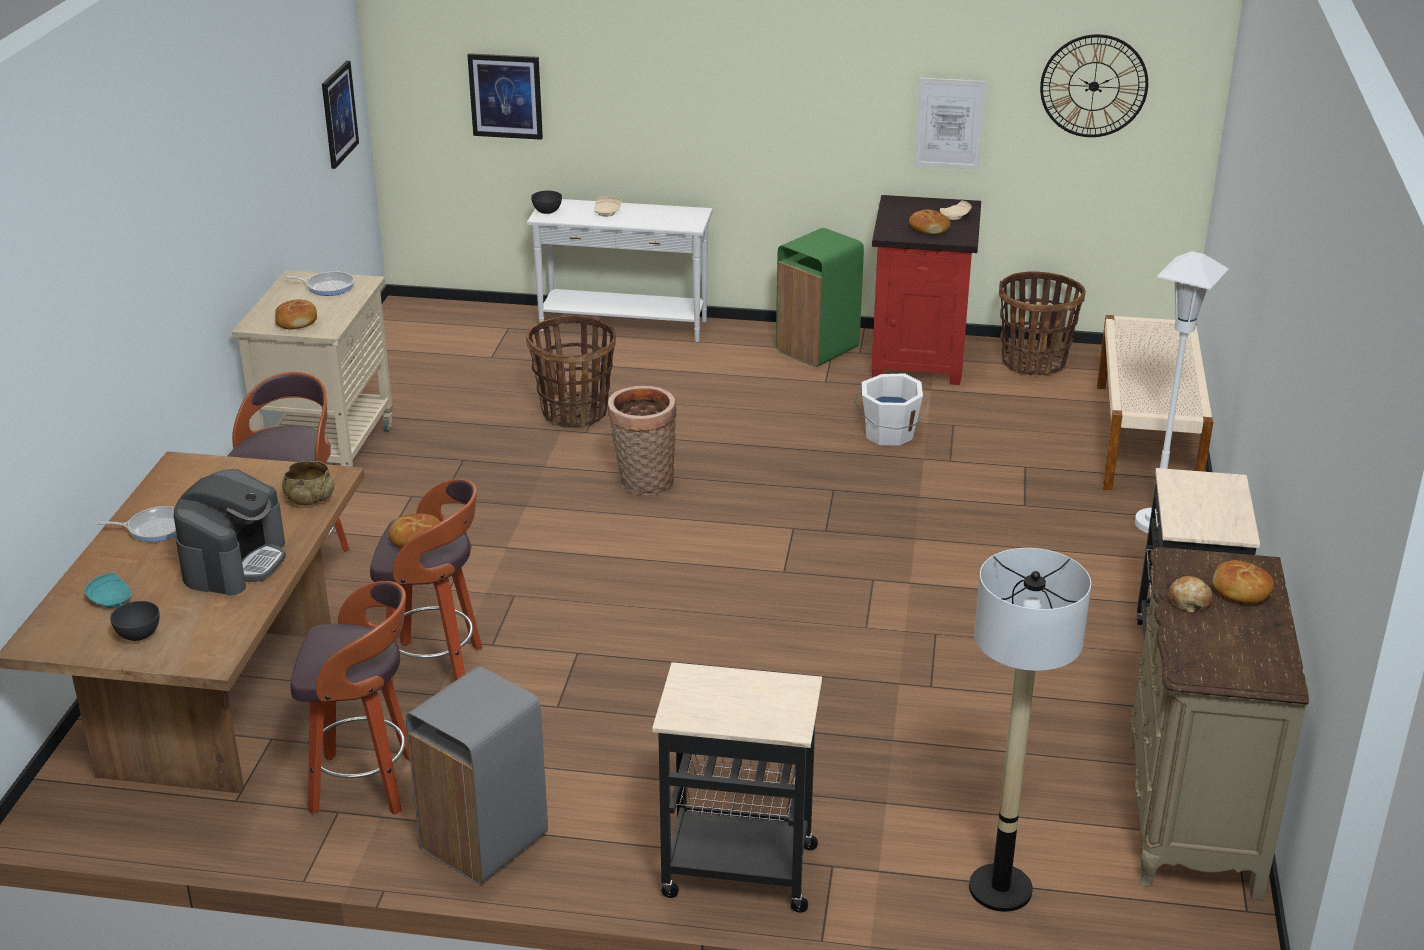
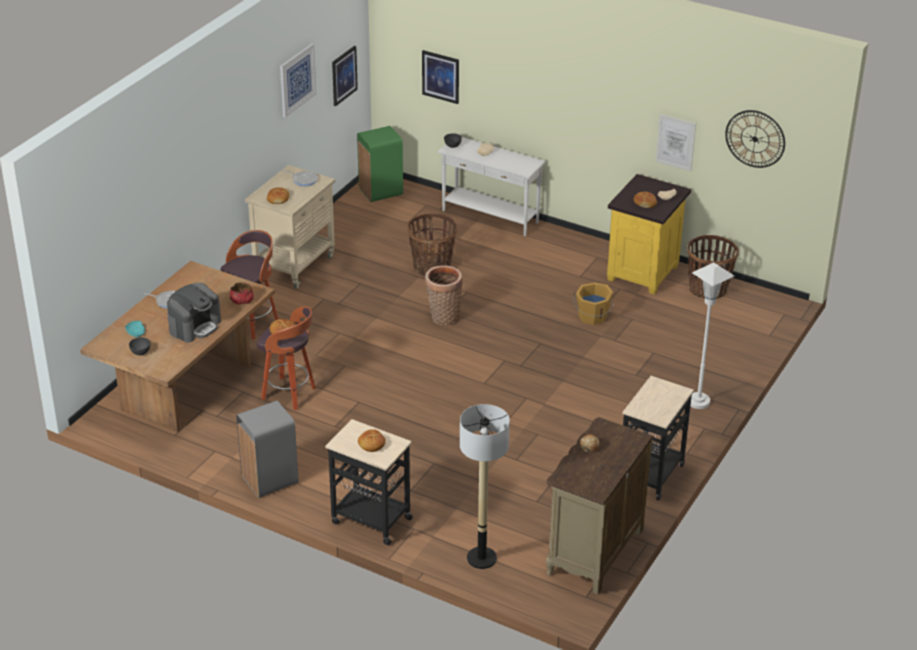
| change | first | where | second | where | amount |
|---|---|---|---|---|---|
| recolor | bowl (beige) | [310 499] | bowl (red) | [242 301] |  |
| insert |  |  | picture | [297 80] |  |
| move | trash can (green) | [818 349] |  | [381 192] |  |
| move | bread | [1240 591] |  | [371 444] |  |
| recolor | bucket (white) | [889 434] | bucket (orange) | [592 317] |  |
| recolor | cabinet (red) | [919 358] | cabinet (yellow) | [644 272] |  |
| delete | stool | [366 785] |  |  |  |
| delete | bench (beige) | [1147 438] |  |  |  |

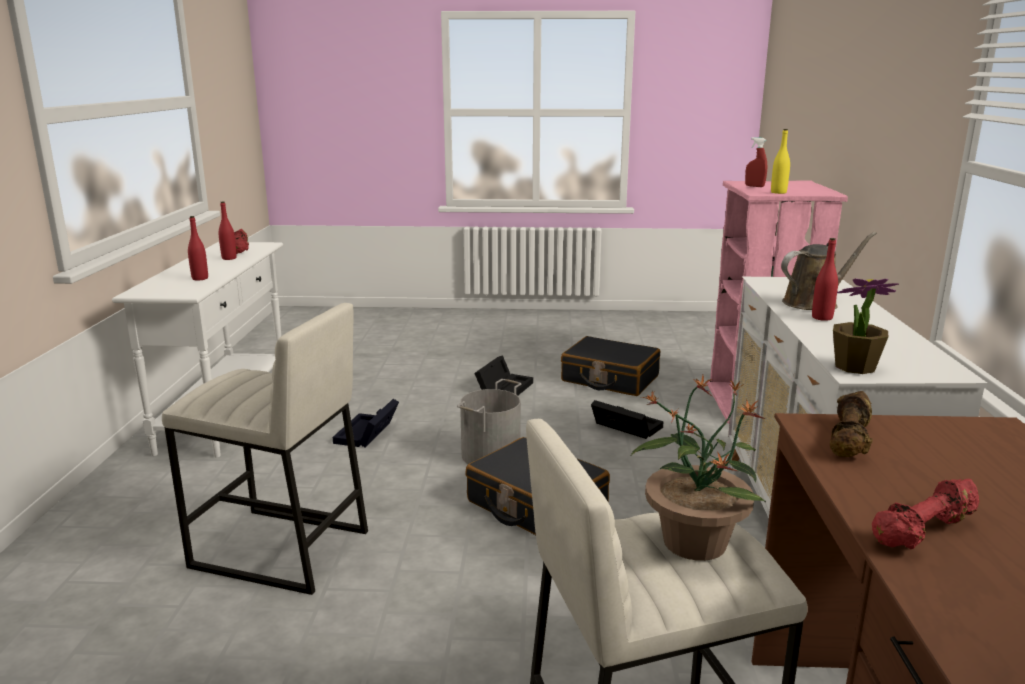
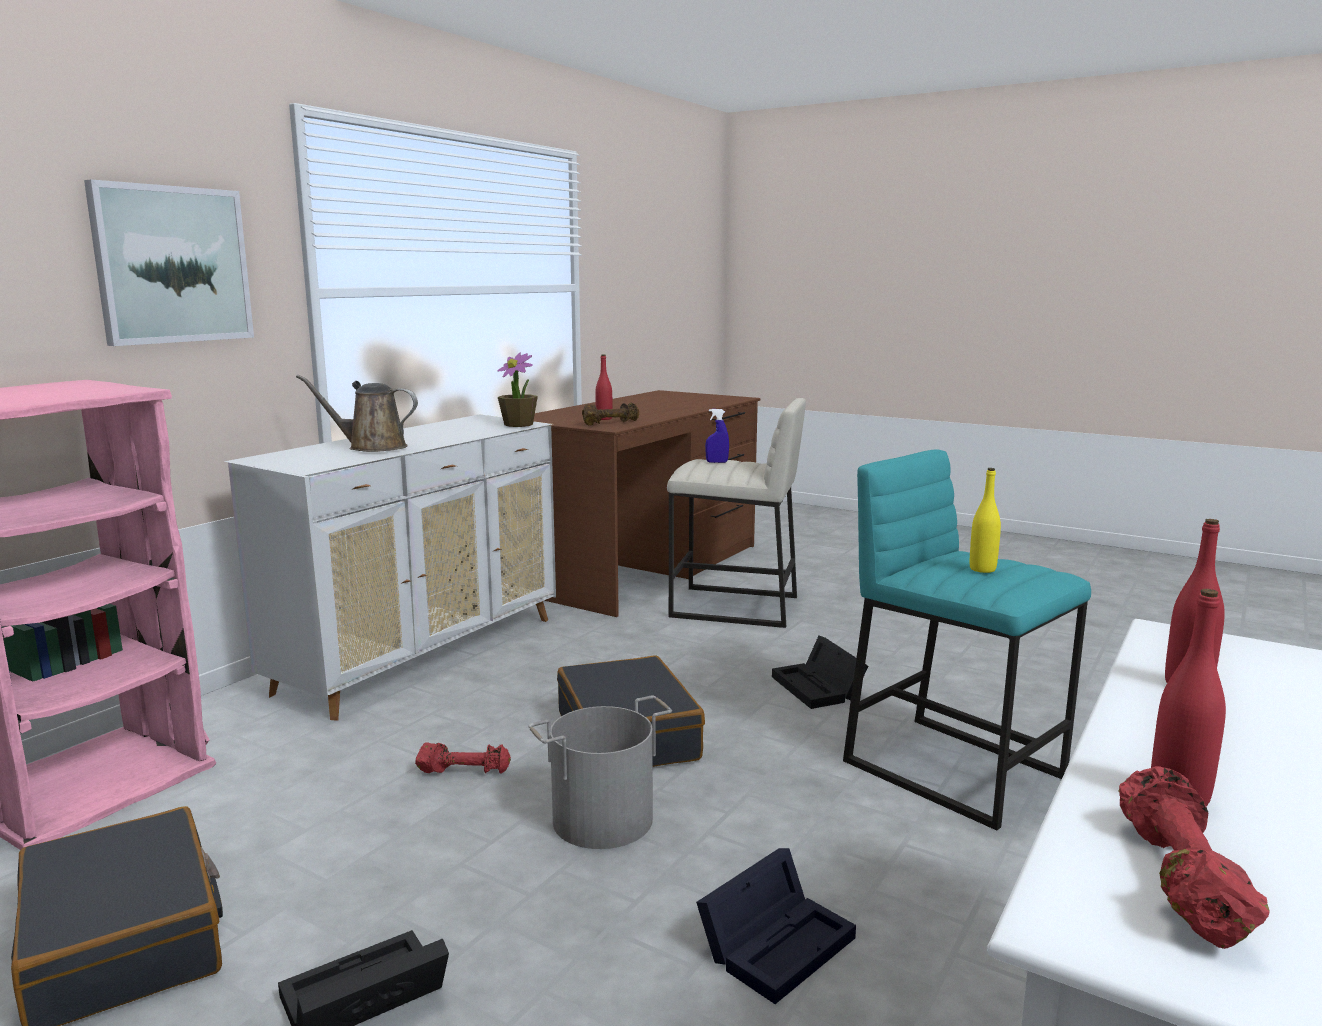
| change | first | where | second | where | amount |
|---|---|---|---|---|---|
| insert |  |  | picture | [172 265] |  |
| move | dumbbell (red) | [924 532] |  | [464 771] |  |
| move | bottle (red) | [822 318] |  | [604 418] |  |
| replace | potted plant | [694 541] | spray bottle (blue) | [717 462] |  |
| move | storage box (black) | [624 427] |  | [819 688] |  |
| recolor | stool (beige) | [281 549] | stool (turquoise) | [953 768] |  |
| move | bottle (yellow) | [778 192] |  | [982 569] |  |
| delete | spray bottle (red) | [754 186] |  |  |  |

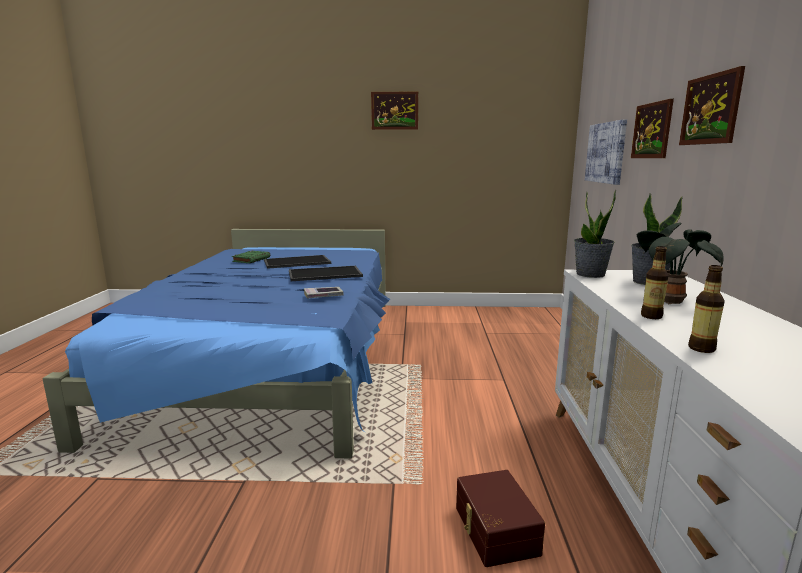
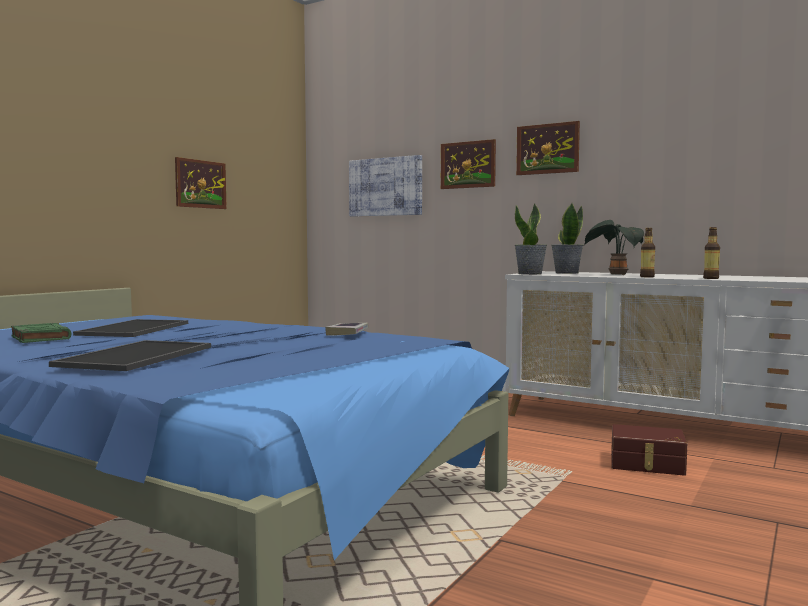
| change | first | where | second | where | amount |
|---|---|---|---|---|---|
| move | tray | [324 274] |  | [138 356] |  |
| move | picture | [394 110] |  | [200 184] |  |

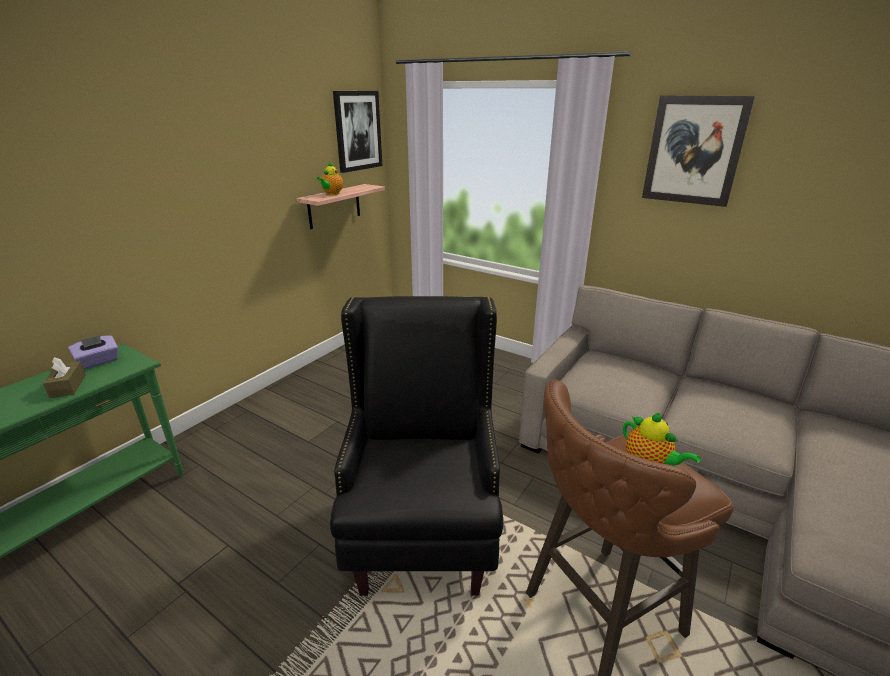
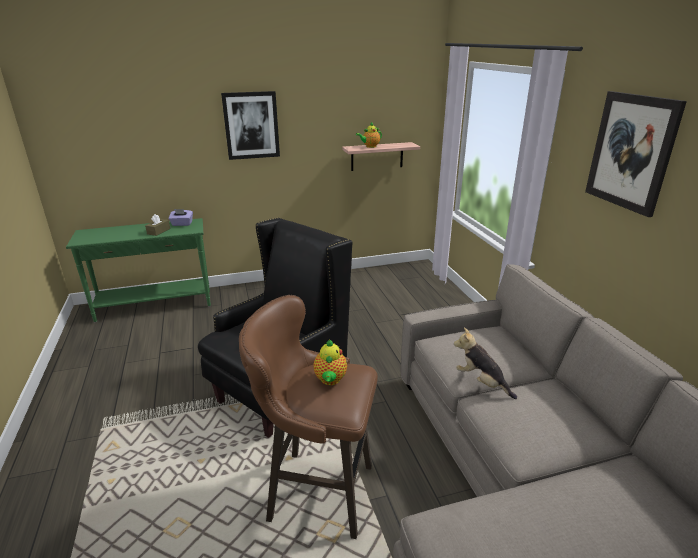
| change | first | where | second | where | amount |
|---|---|---|---|---|---|
| move | picture | [357 131] |  | [251 125] |  |
| insert |  |  | plush toy | [481 382] |  |

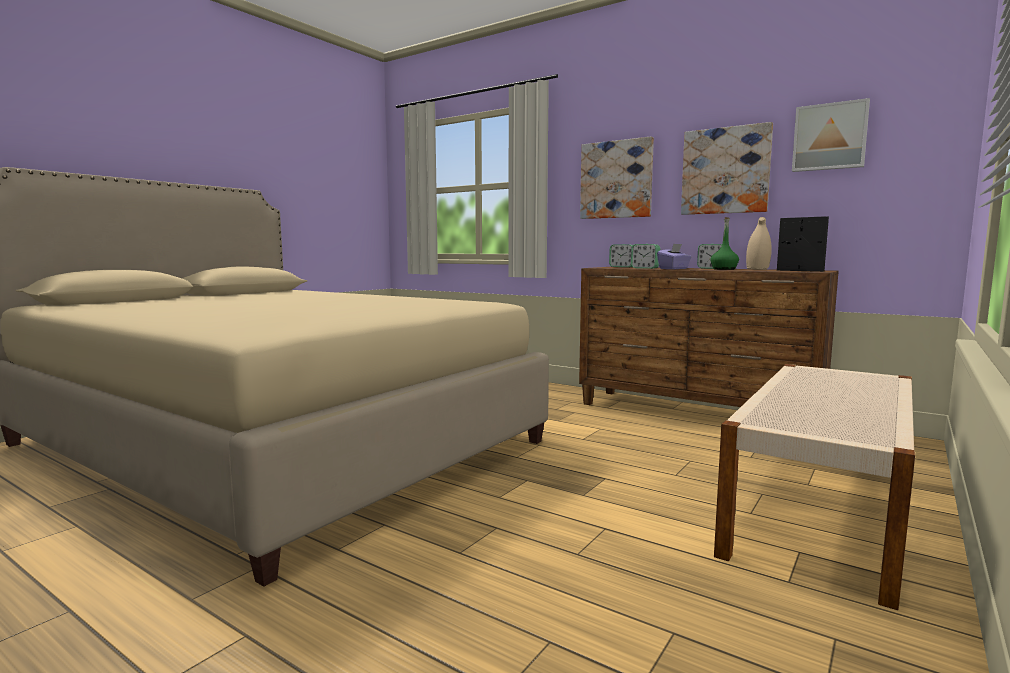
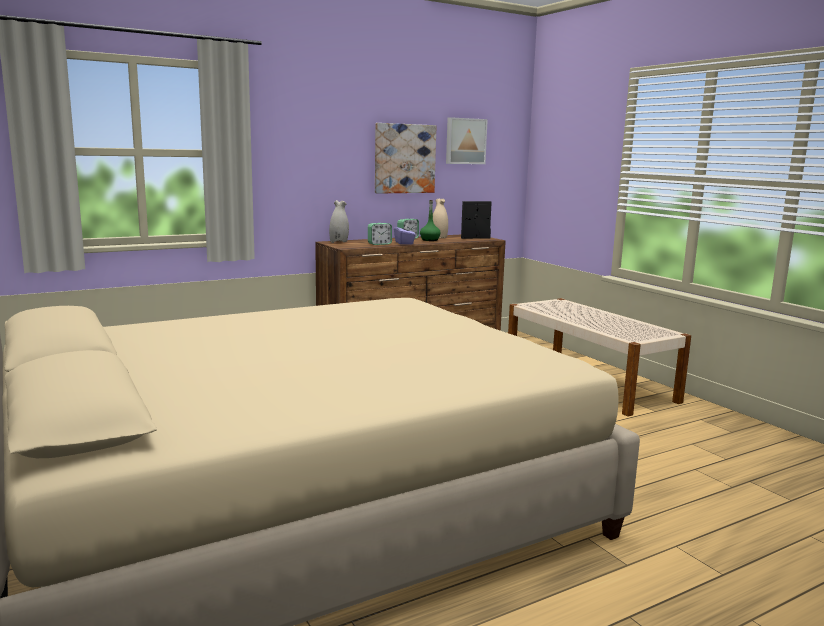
| change | first | where | second | where | amount |
|---|---|---|---|---|---|
| replace | alarm clock | [622 267] | vase (white) | [339 242] |  |
| delete | picture | [616 180] |  |  |  |

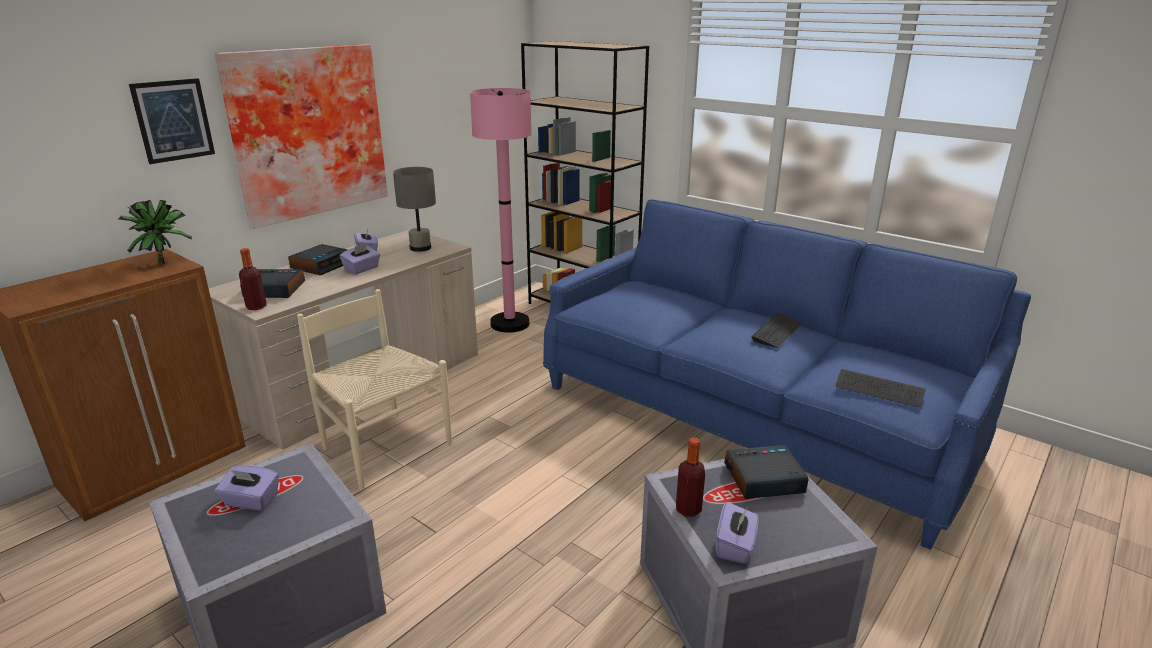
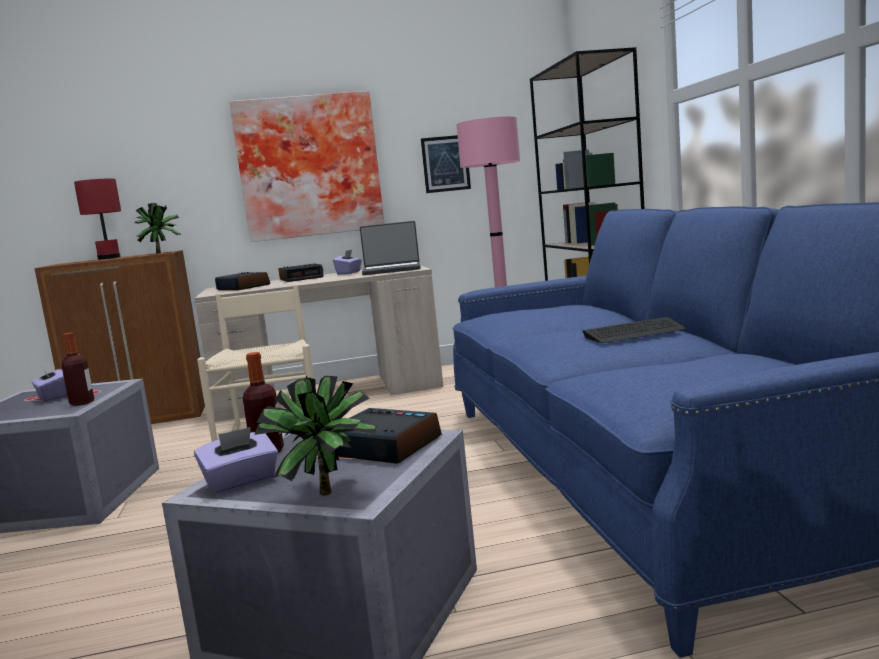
| change | first | where | second | where | amount |
|---|---|---|---|---|---|
| move | bottle | [256 307] |  | [82 403] |  |
| insert |  |  | table lamp (red) | [109 258] |  |
| insert |  |  | potted plant | [329 496] |  |
| replace | table lamp (grey) | [420 248] | laptop | [392 270] |  |
| move | picture | [173 120] |  | [445 164] |  |
| delete | tissue box (purple) | [362 269] |  |  |  |
| delete | keyboard | [879 390] |  |  |  |

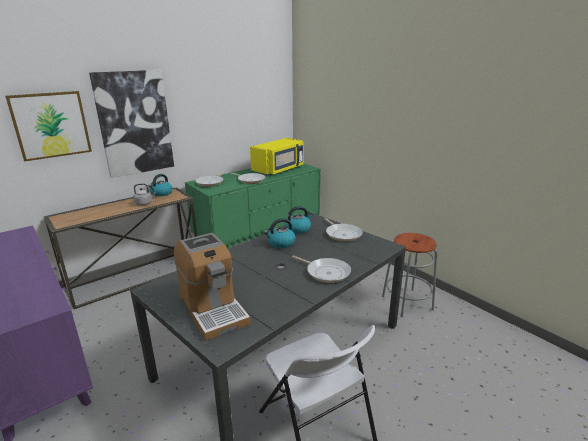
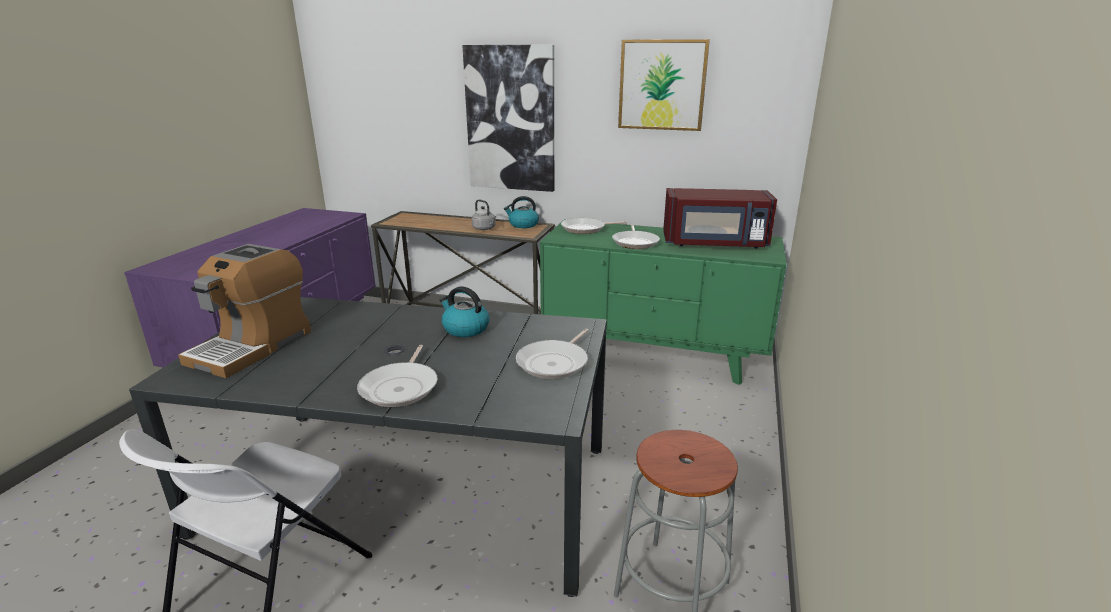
| change | first | where | second | where | amount |
|---|---|---|---|---|---|
| move | picture | [51 125] |  | [662 85] |  |
| recolor | microwave (yellow) | [279 169] | microwave (red) | [715 243] |  |
| delete | kettle | [298 229] |  |  |  |

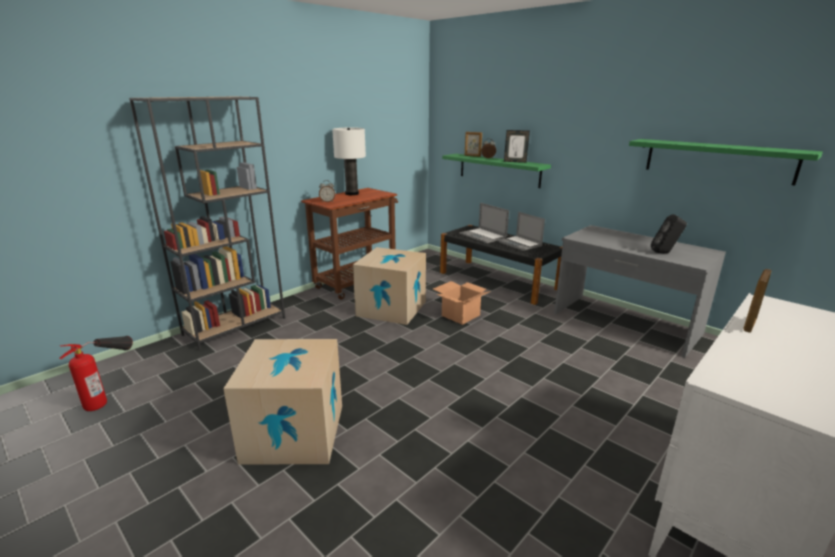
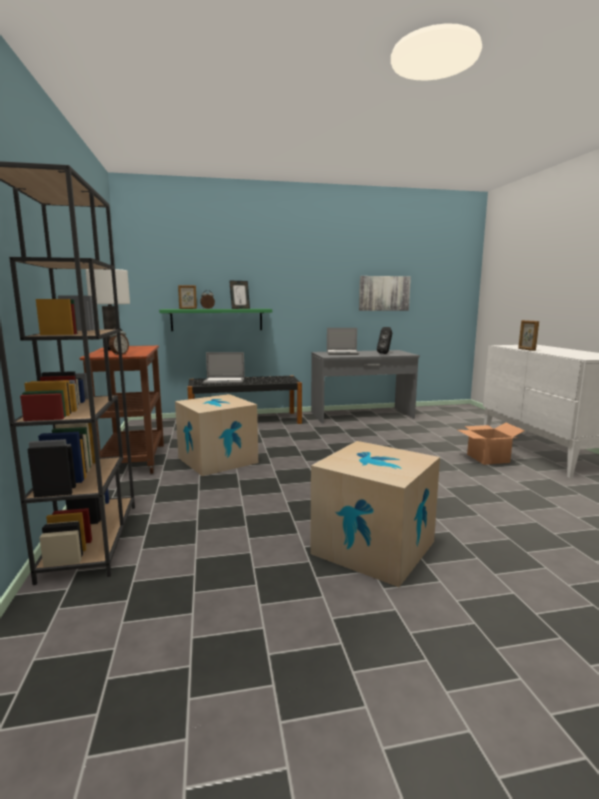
| change | first | where | second | where | amount |
|---|---|---|---|---|---|
| move | laptop | [520 244] |  | [342 353] |  |
| replace | shelf (green) | [717 160] | picture | [384 293] |  |
| move | cardboard box | [460 315] |  | [488 458] |  |
| delete | fire extinguisher | [111 393] |  |  |  |

